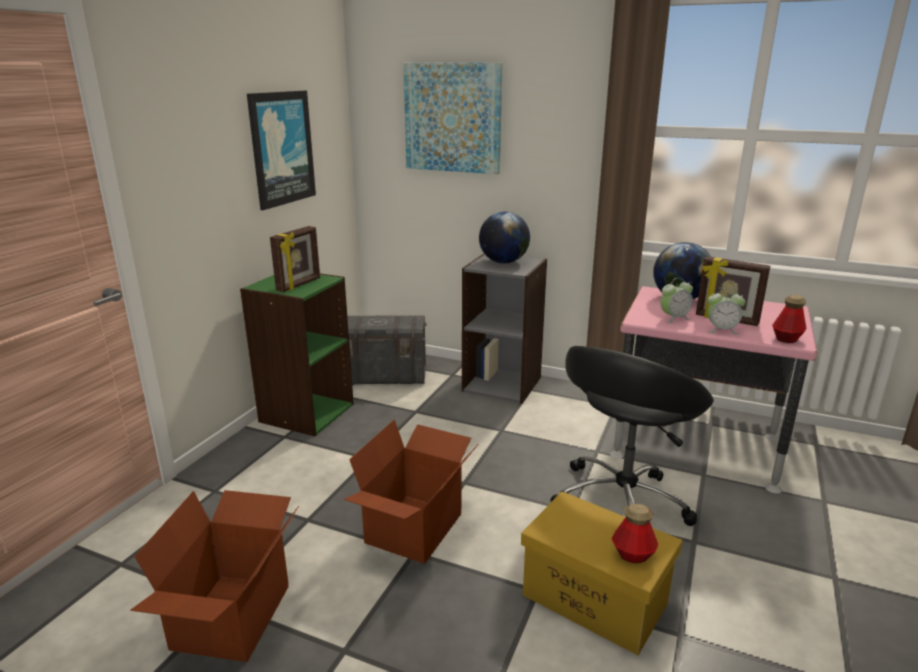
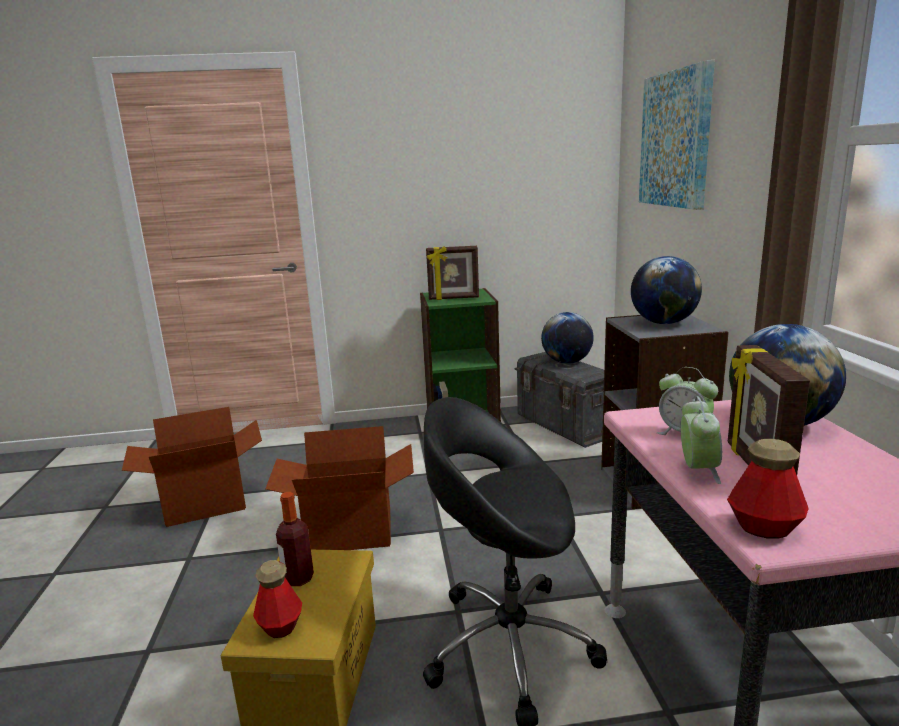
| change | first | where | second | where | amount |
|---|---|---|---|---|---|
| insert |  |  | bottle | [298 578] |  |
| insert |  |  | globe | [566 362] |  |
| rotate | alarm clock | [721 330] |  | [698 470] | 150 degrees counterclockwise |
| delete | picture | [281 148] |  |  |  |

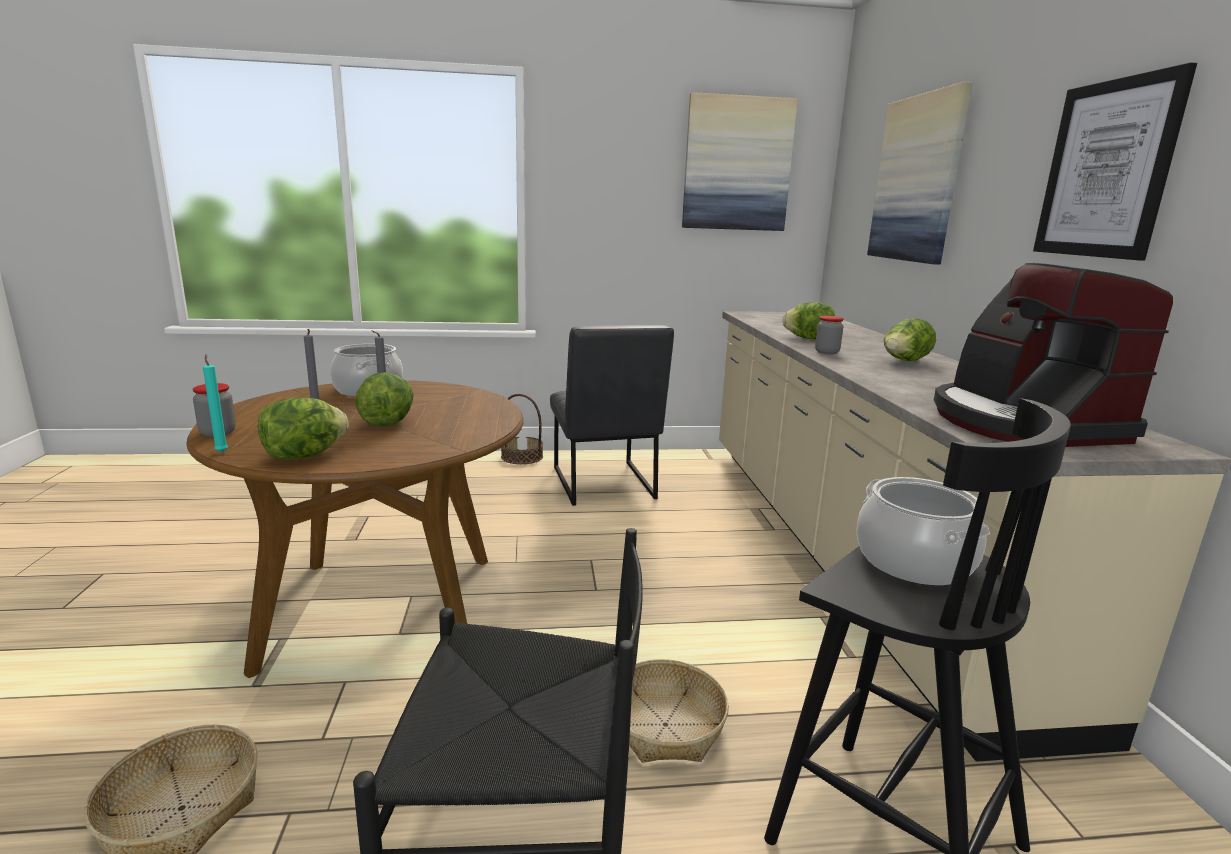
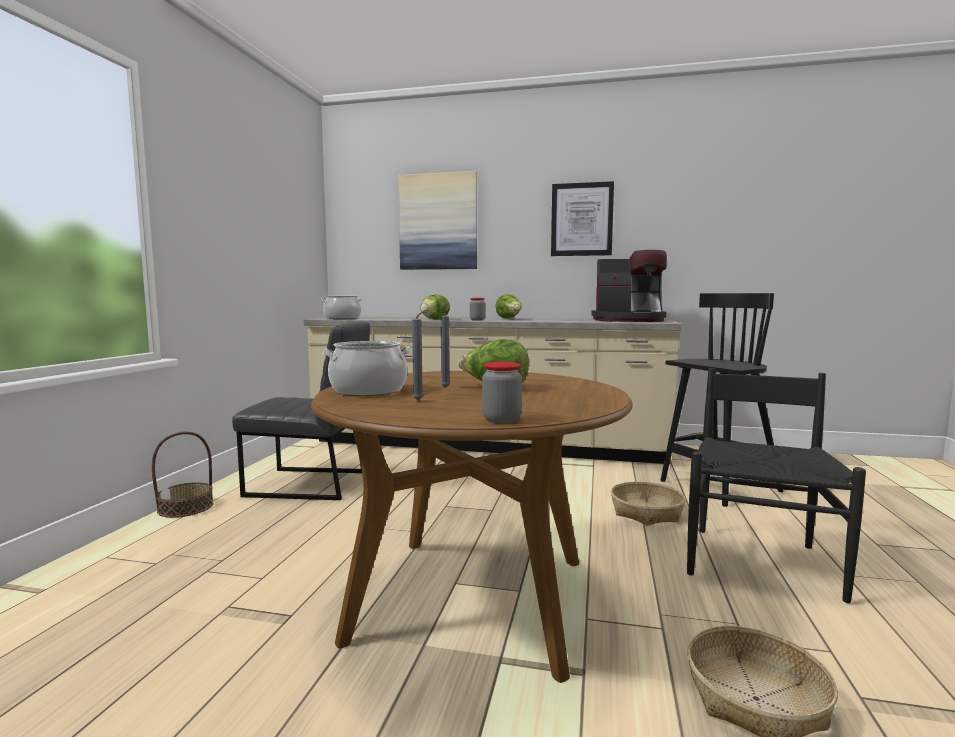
| change | first | where | second | where | amount |
|---|---|---|---|---|---|
| move | cooking pot | [914 561] |  | [342 318] |  |
| delete | candle (turquoise) | [221 451] |  |  |  |
| delete | lettuce | [304 455] |  |  |  |
| delete | picture | [737 164] |  |  |  |

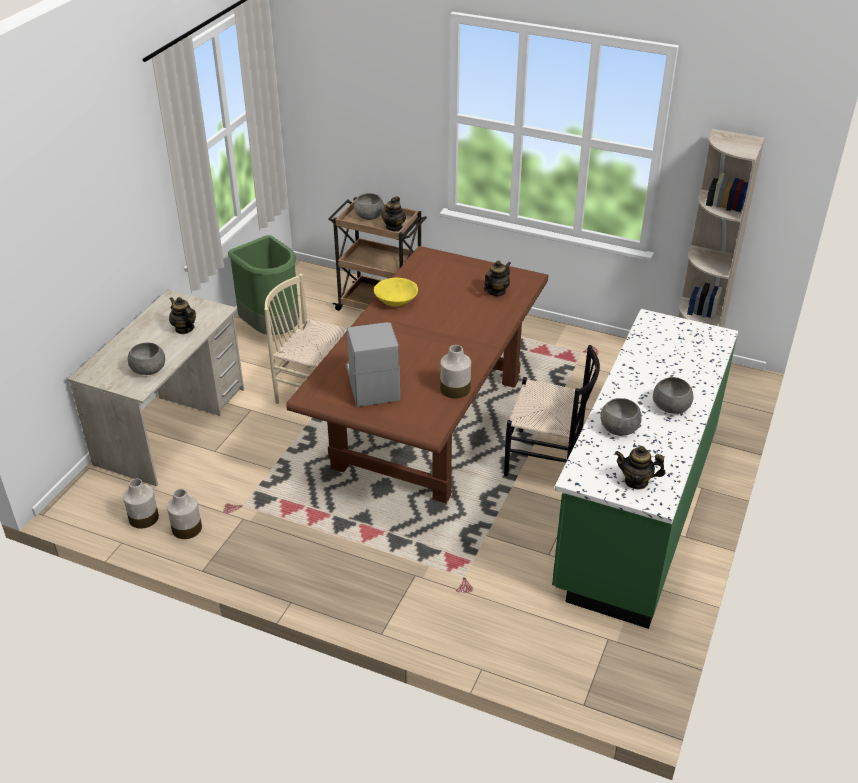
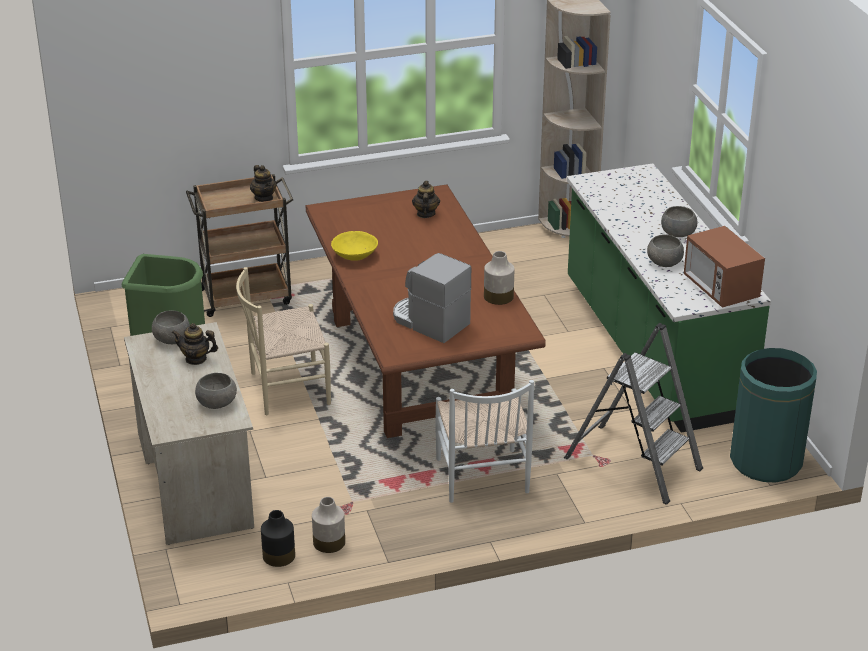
| change | first | where | second | where | amount |
|---|---|---|---|---|---|
| move | bowl (grey) | [369 216] |  | [172 339] |  |
| recolor | vase (beige) | [144 518] | vase (black) | [279 555] |  |
| insert |  |  | chair (white) | [482 479] |  |
| insert |  |  | step ladder (grey) | [631 462] |  |
| replace | teapot | [636 481] | microwave | [720 289] |  |
| insert |  |  | trash can (green) | [766 461] |  |
| delete | chair (black) | [547 459] |  |  |  |

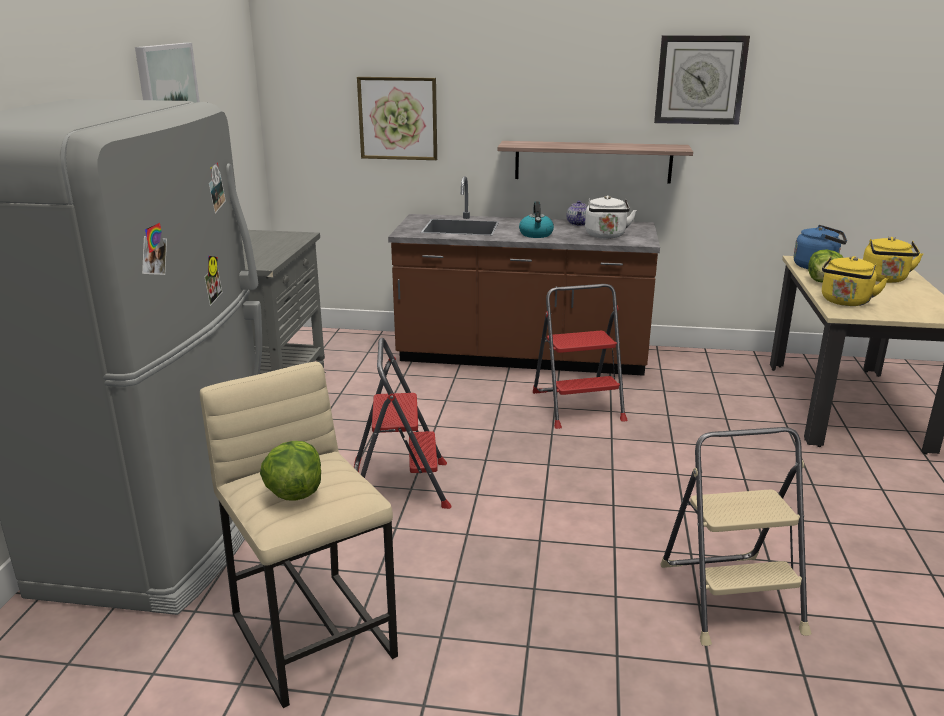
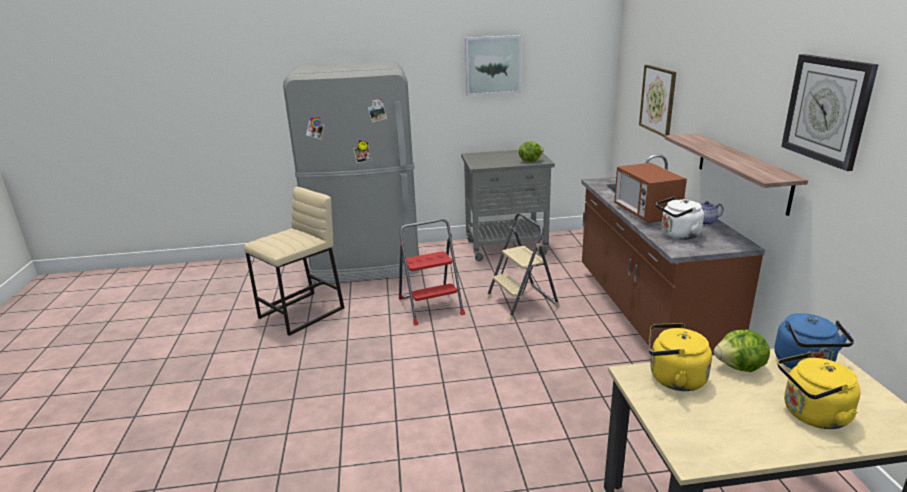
| change | first | where | second | where | amount |
|---|---|---|---|---|---|
| move | step ladder (beige) | [729 593] |  | [524 301] |  |
| move | lettuce | [294 493] |  | [530 161] |  |
| replace | kettle | [536 234] | microwave | [645 213] |  |
| delete | step ladder (red) | [577 404] |  |  |  |

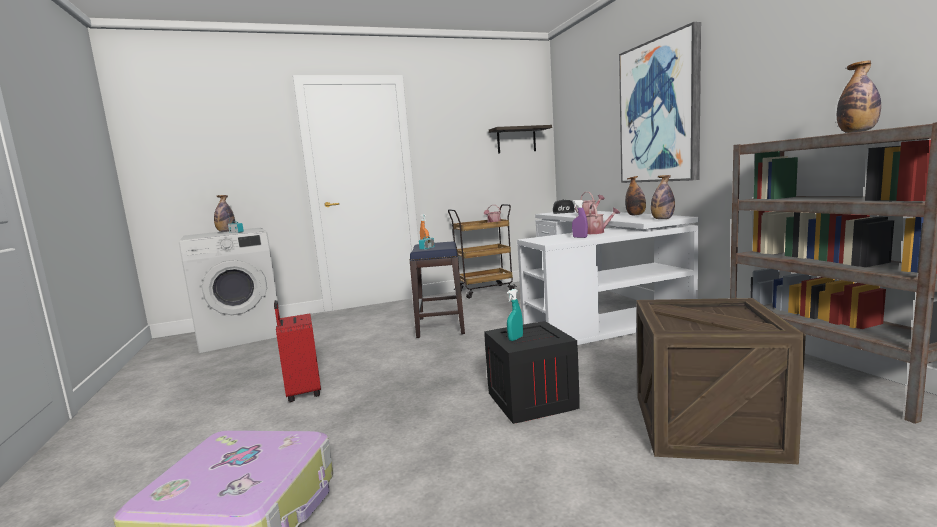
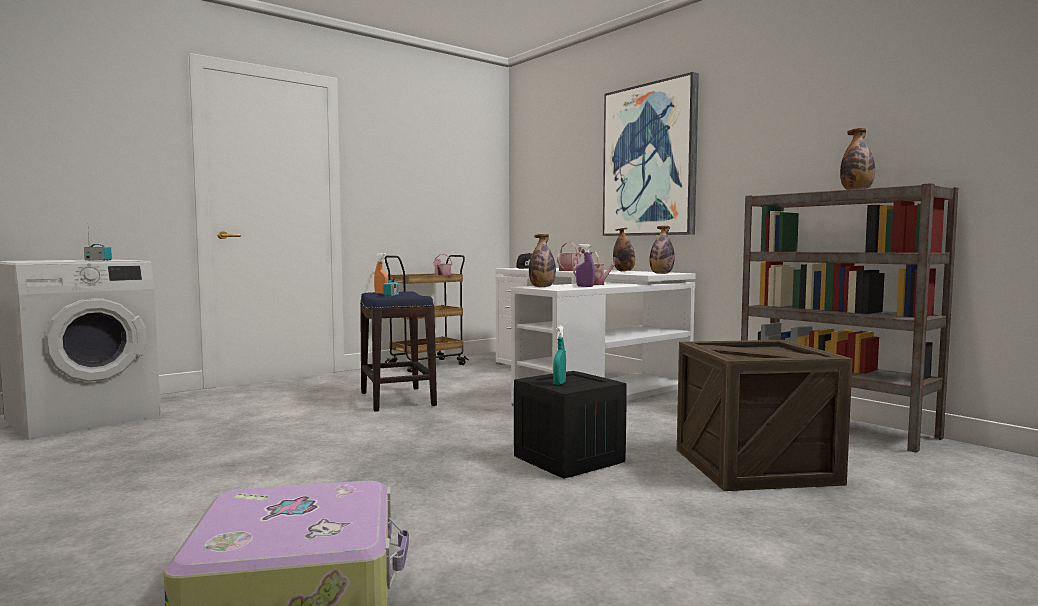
| change | first | where | second | where | amount |
|---|---|---|---|---|---|
| move | bottle | [226 231] |  | [542 287] |  |
| delete | suitcase (red) | [302 393] |  |  |  |
| delete | shelf | [516 140] |  |  |  |

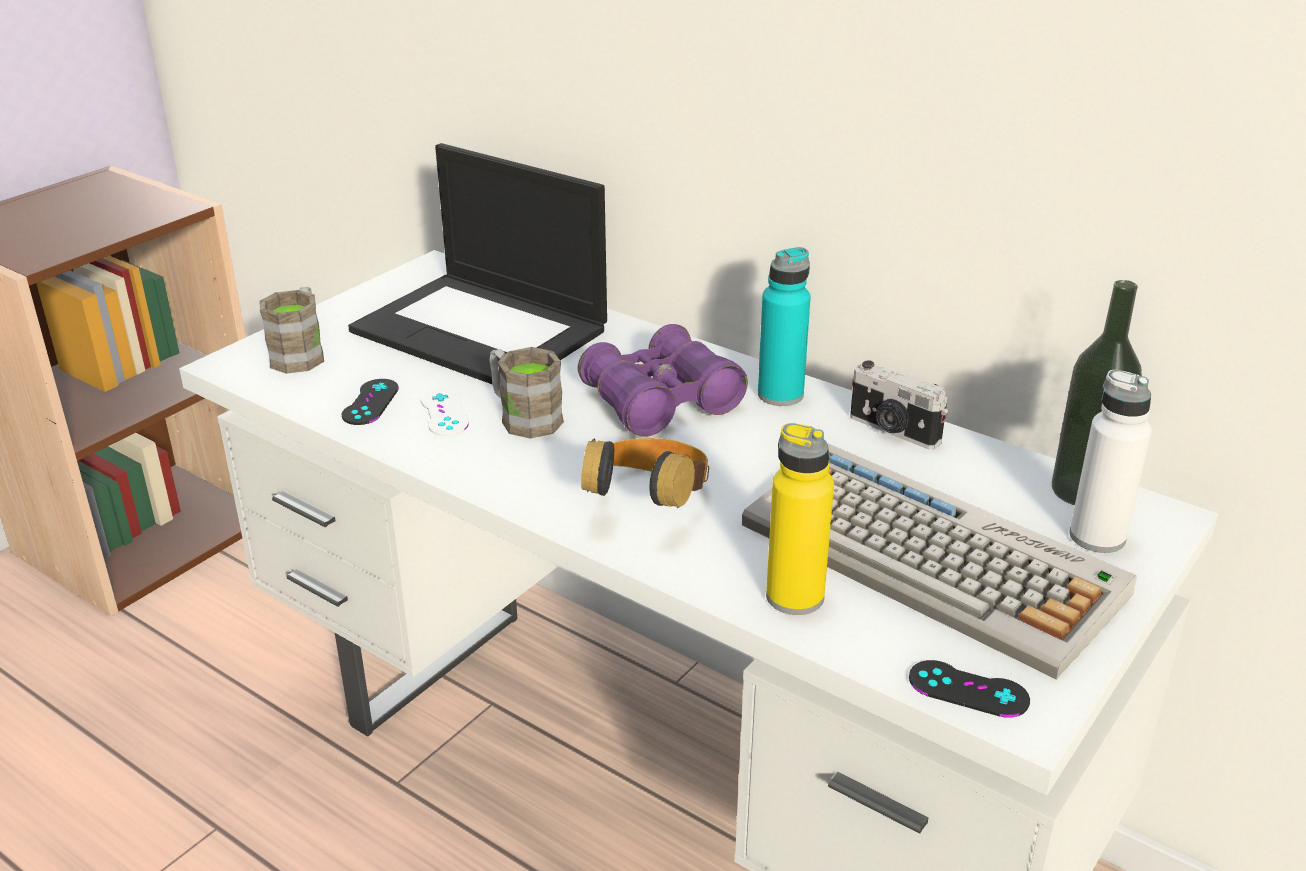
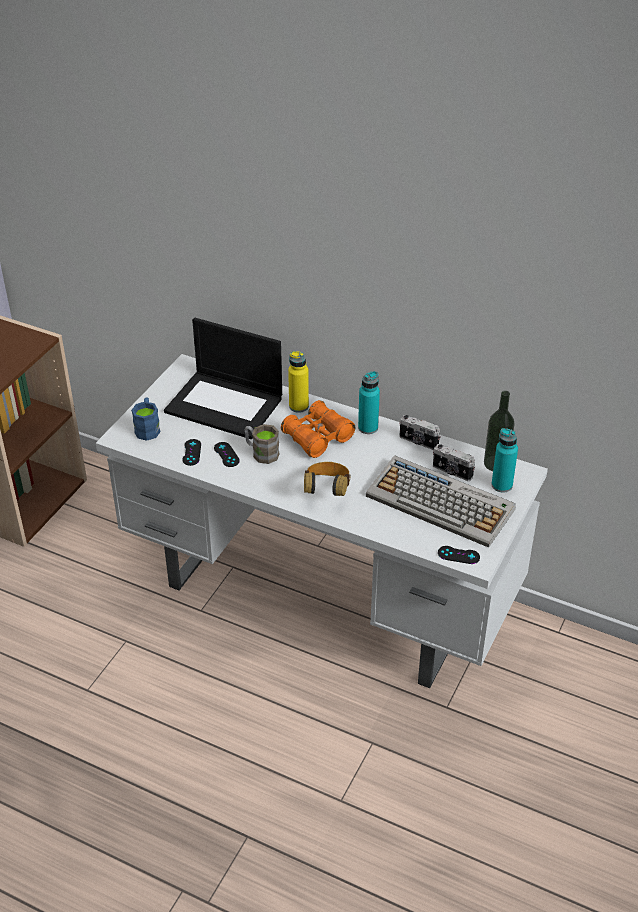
| change | first | where | second | where | amount |
|---|---|---|---|---|---|
| recolor | mug (brown) | [301 353] | mug (blue) | [147 428] |  |
| recolor | game controller (white) | [444 413] | game controller (black) | [226 454] |  |
| recolor | binoculars (purple) | [661 401] | binoculars (orange) | [317 437] |  |
| move | bottle (yellow) | [795 597] |  | [298 406] |  |
| insert |  |  | photo camera | [452 472] |  |
| recolor | bottle (white) | [1097 537] | bottle (turquoise) | [501 485] |  |

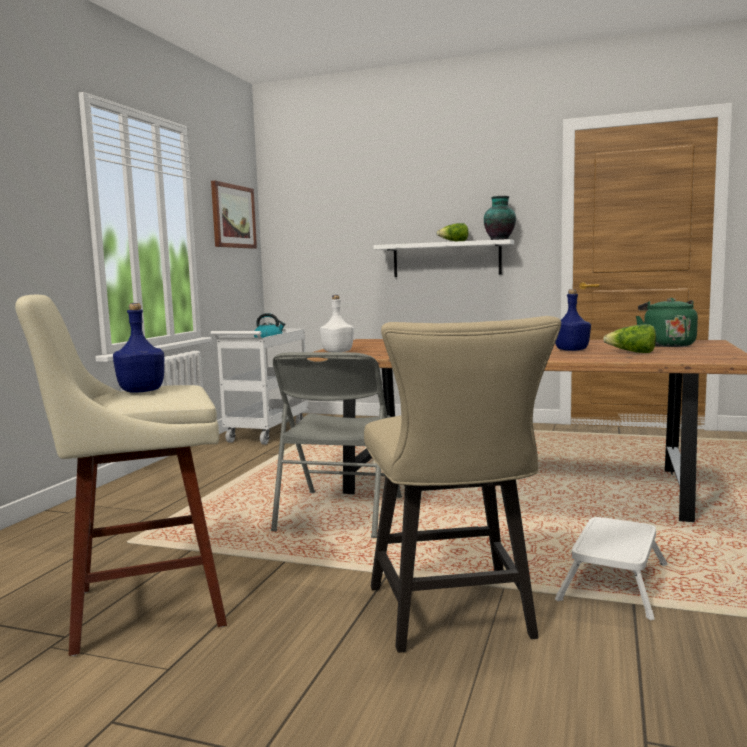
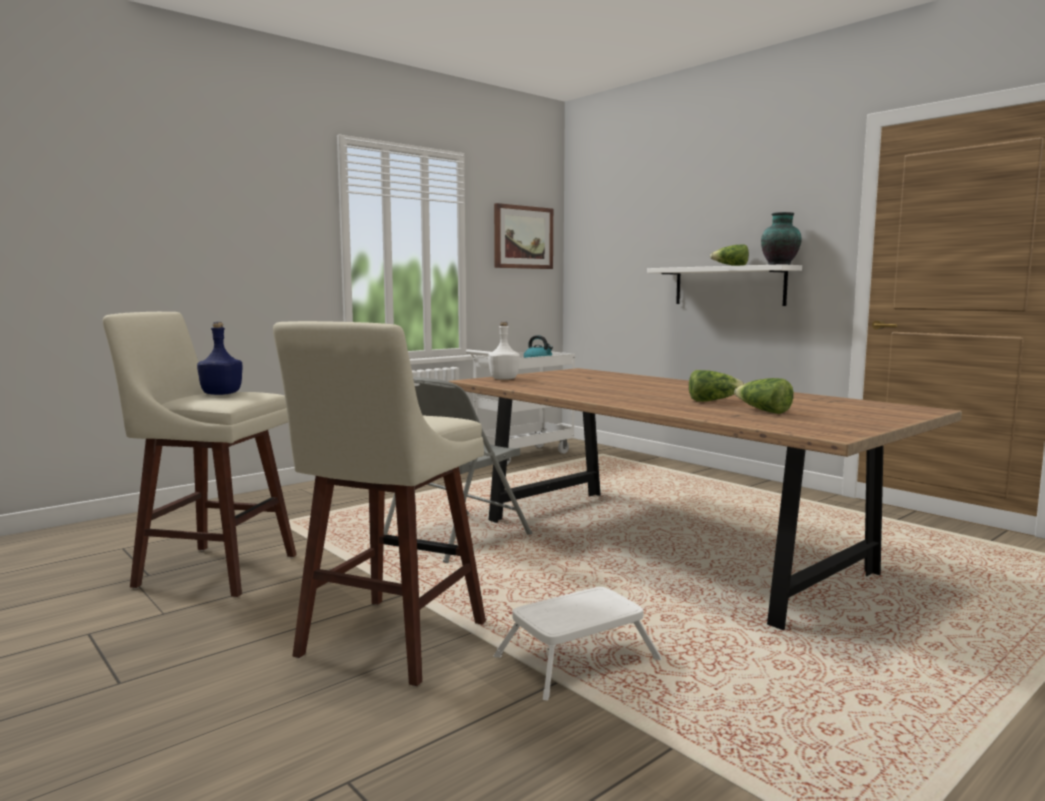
| change | first | where | second | where | amount |
|---|---|---|---|---|---|
| replace | chair (beige) | [455 617] | stool (beige) | [389 642] |  |
| replace | bottle (blue) | [571 350] | lettuce | [713 401] |  |
| delete | kettle (green) | [667 345] |  |  |  |

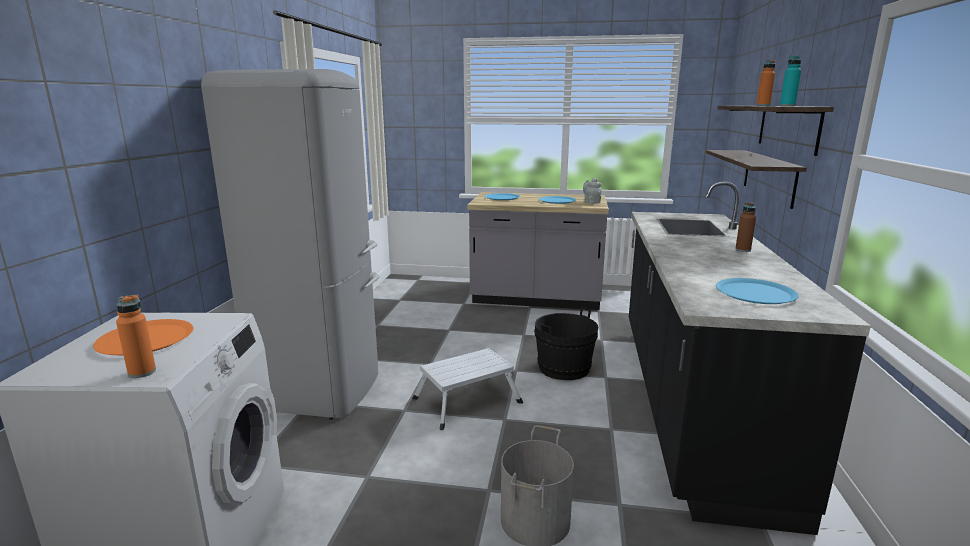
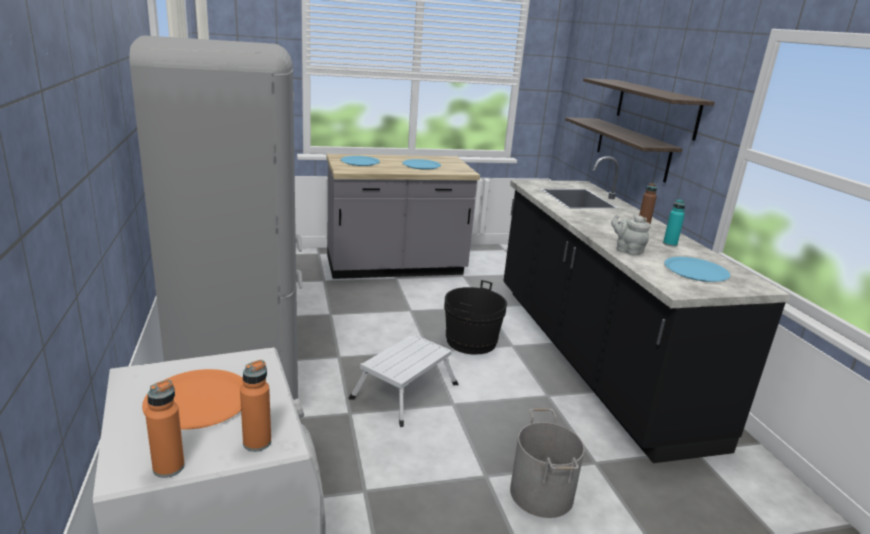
| change | first | where | second | where | amount |
|---|---|---|---|---|---|
| move | bottle (orange) | [763 105] |  | [168 467] |  |
| move | teapot (grey) | [591 202] |  | [627 250] |  |
| move | bottle (turquoise) | [787 106] |  | [670 244] |  |

